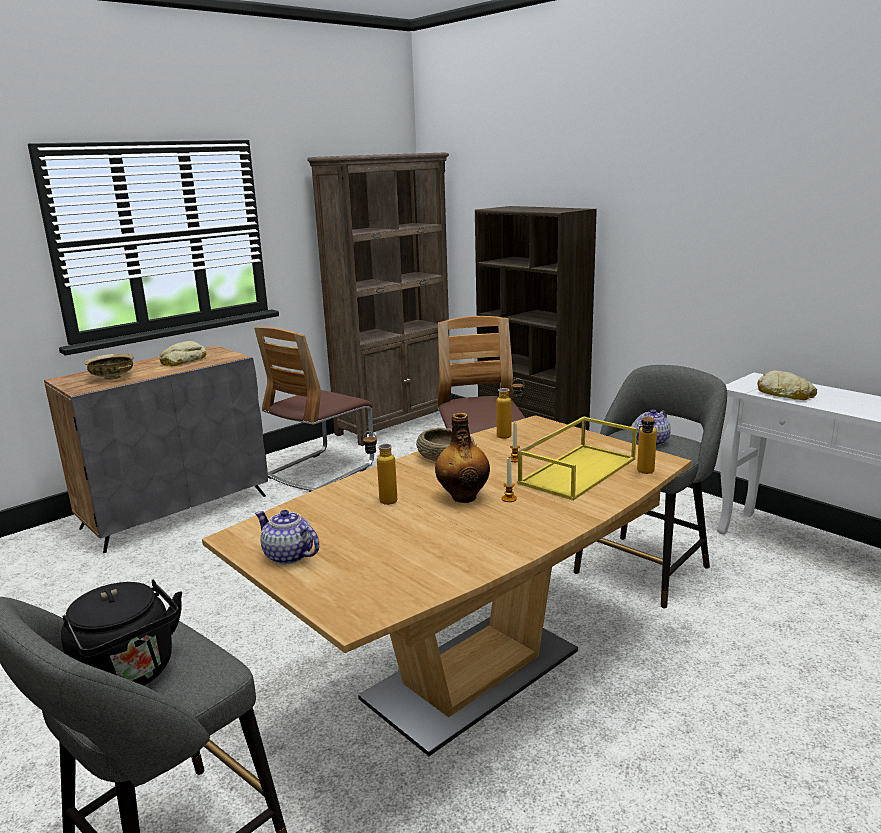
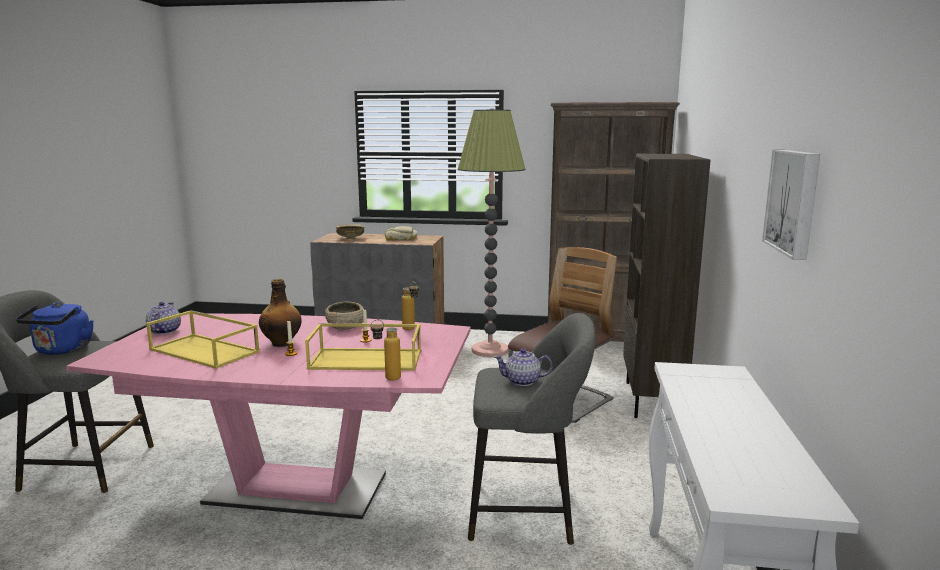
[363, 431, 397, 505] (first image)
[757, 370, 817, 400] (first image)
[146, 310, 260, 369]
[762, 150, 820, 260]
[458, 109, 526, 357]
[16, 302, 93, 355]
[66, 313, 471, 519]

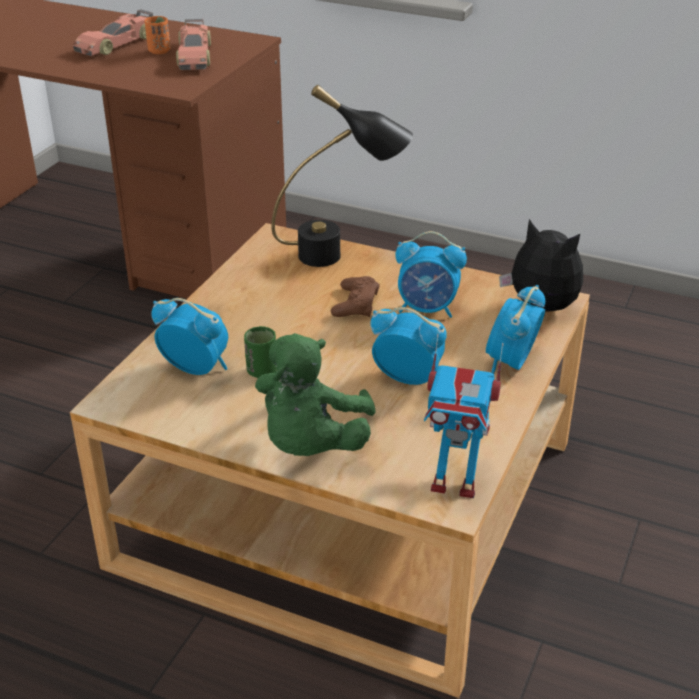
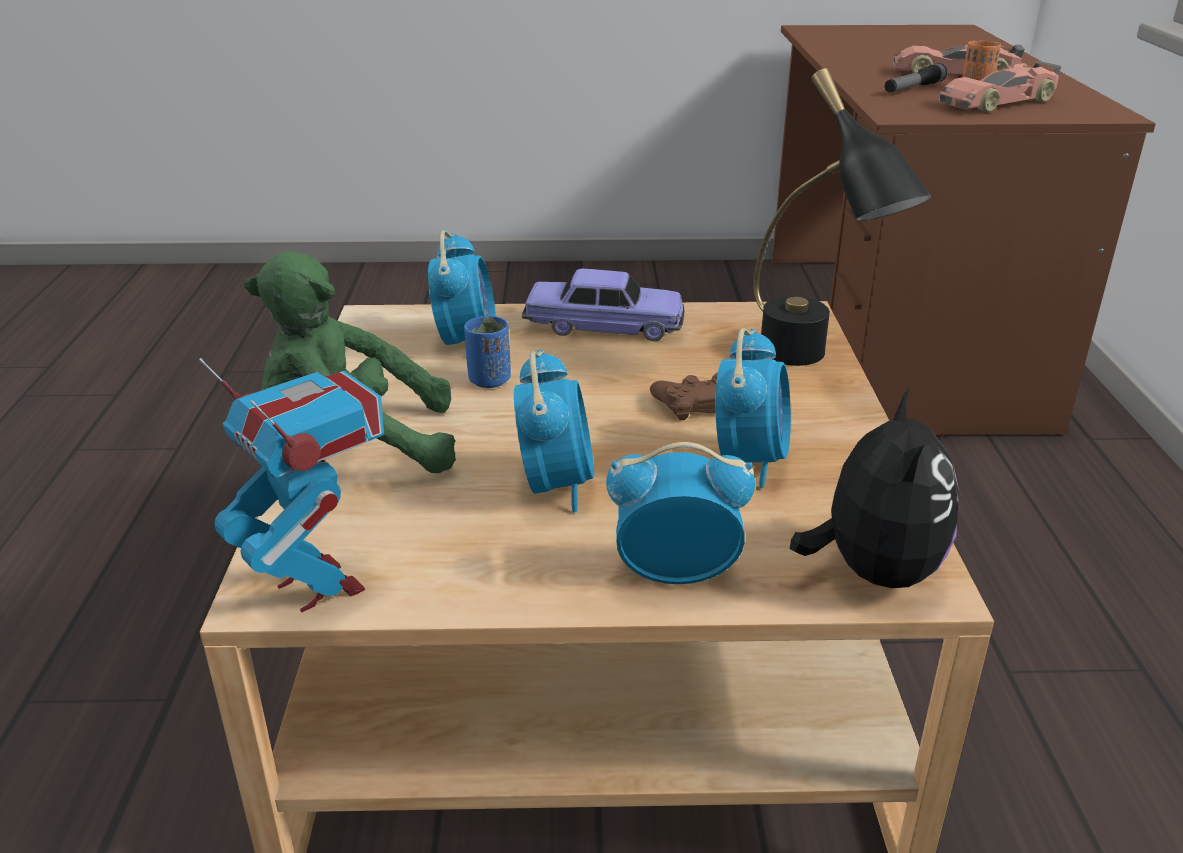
[522, 269, 684, 341]
[885, 63, 947, 92]
[464, 316, 511, 388]
[715, 328, 791, 488]
[199, 358, 384, 612]

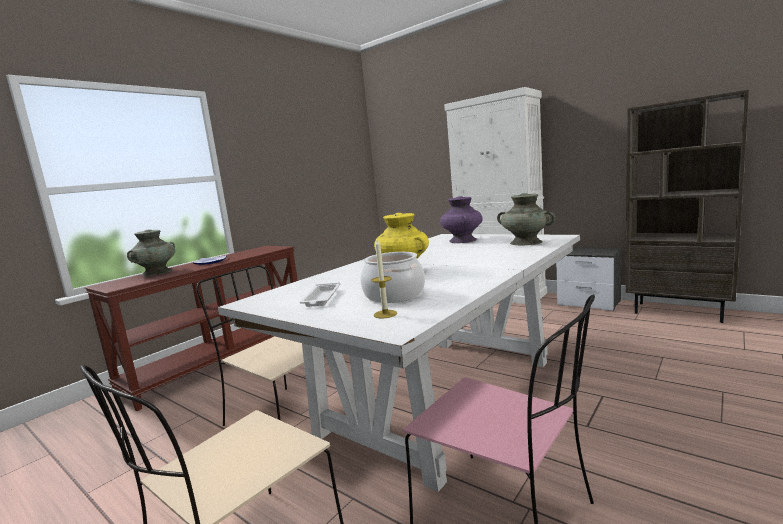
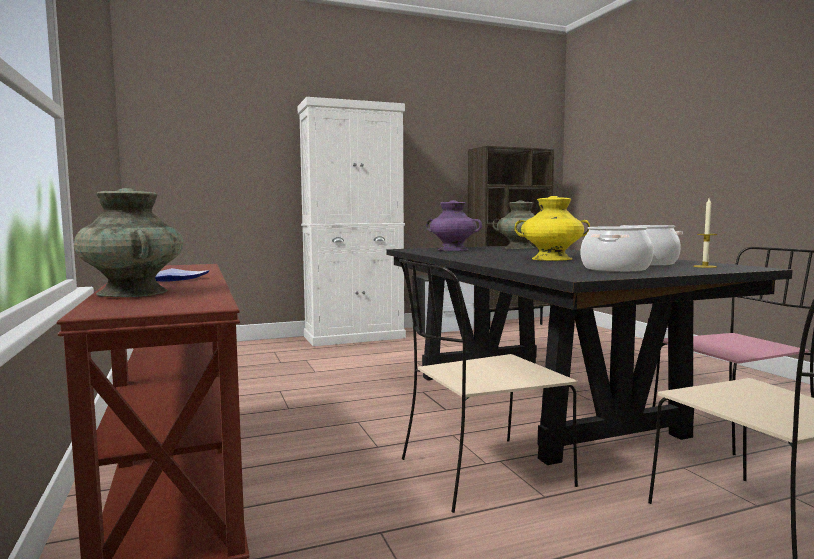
[581, 226, 653, 272]
[386, 246, 793, 465]

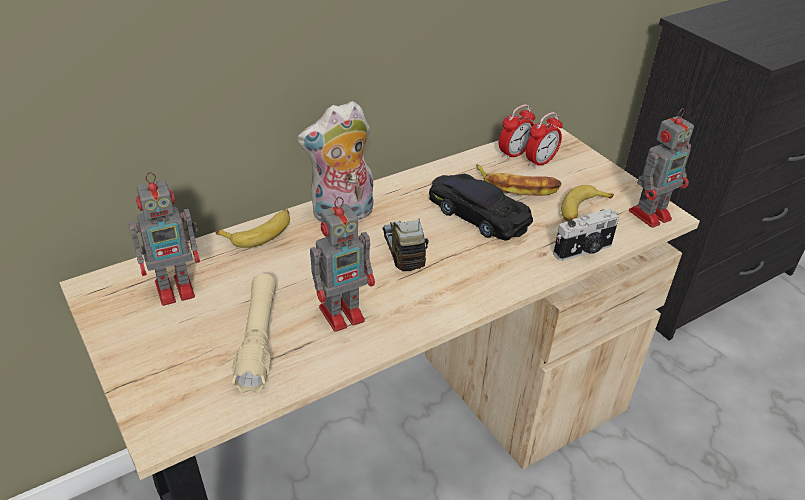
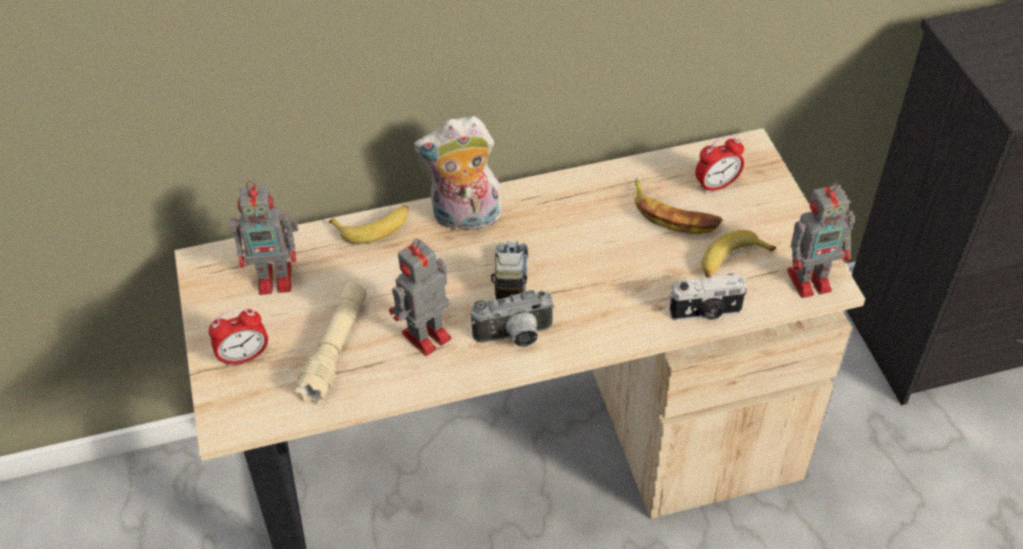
[429, 174, 533, 241] (first image)
[471, 290, 555, 347]
[208, 308, 268, 367]
[389, 239, 451, 356]

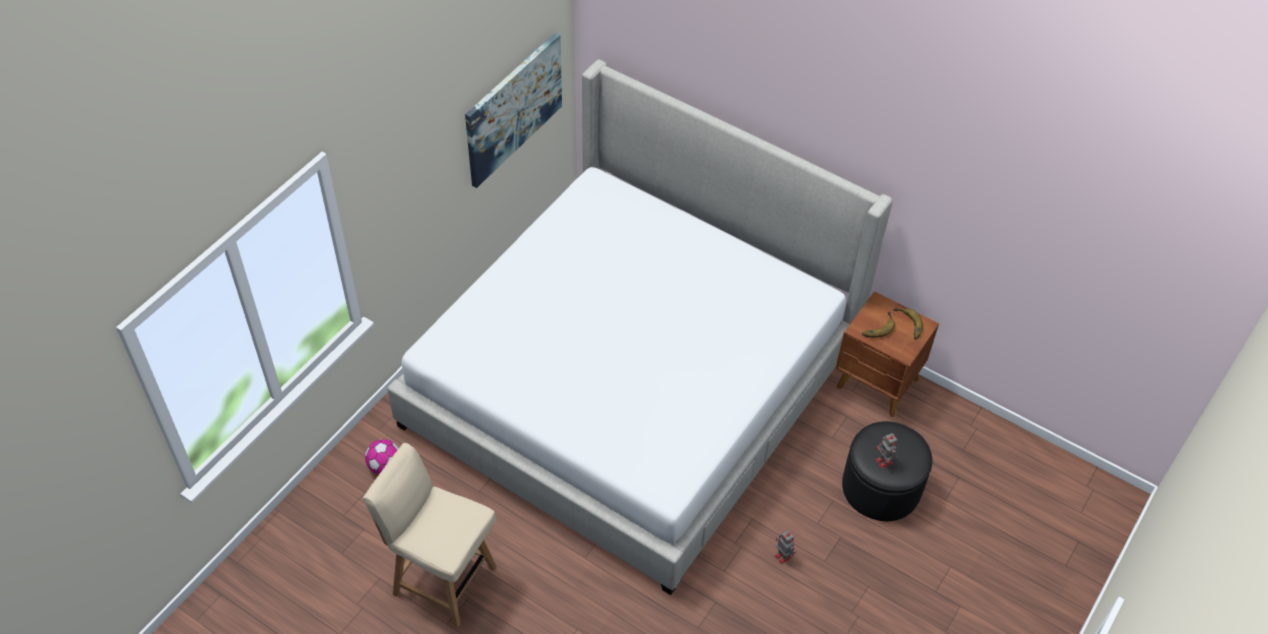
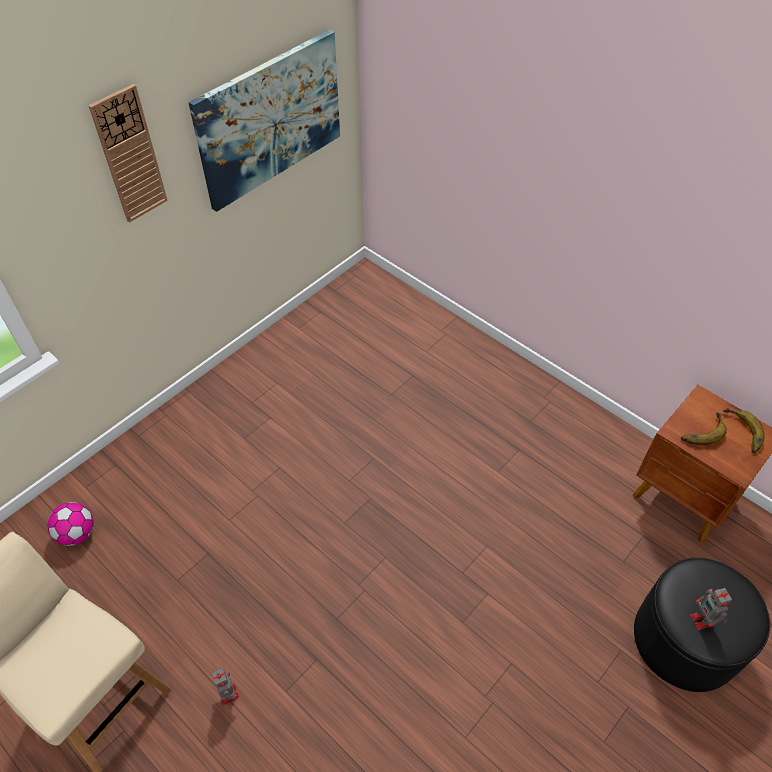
[387, 59, 893, 595] (first image)
[88, 84, 168, 223]
[212, 668, 240, 706]

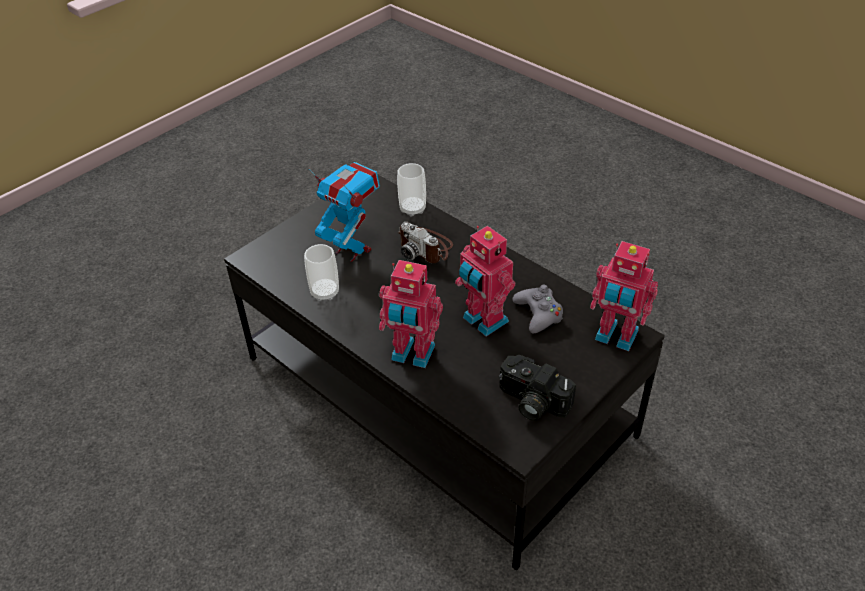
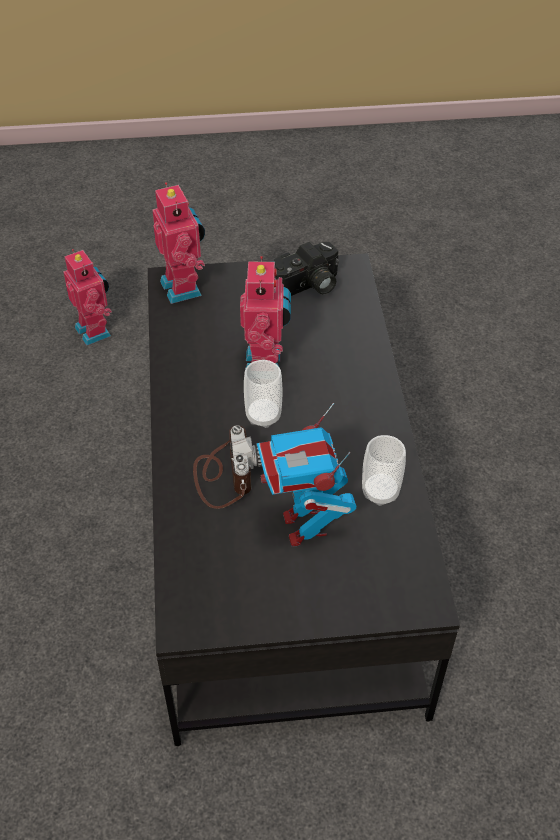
[512, 284, 563, 334] (first image)
[63, 249, 112, 346]
[244, 360, 282, 428]
[274, 242, 339, 296]

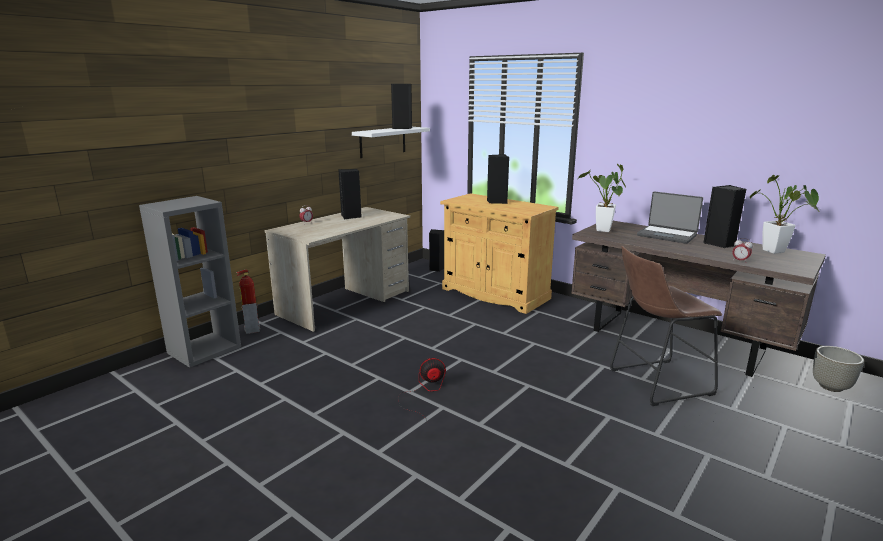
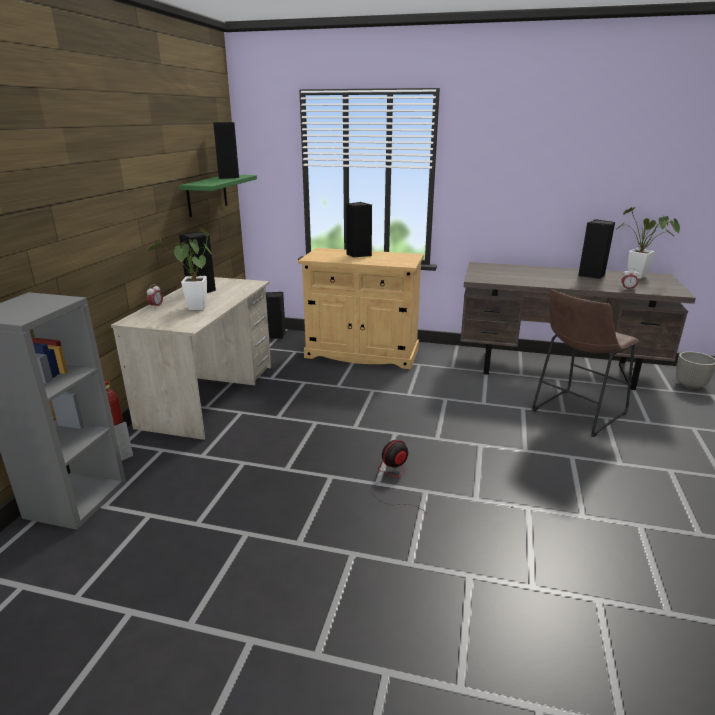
[637, 191, 703, 244] (first image)
[148, 227, 212, 310]
[179, 175, 257, 217]

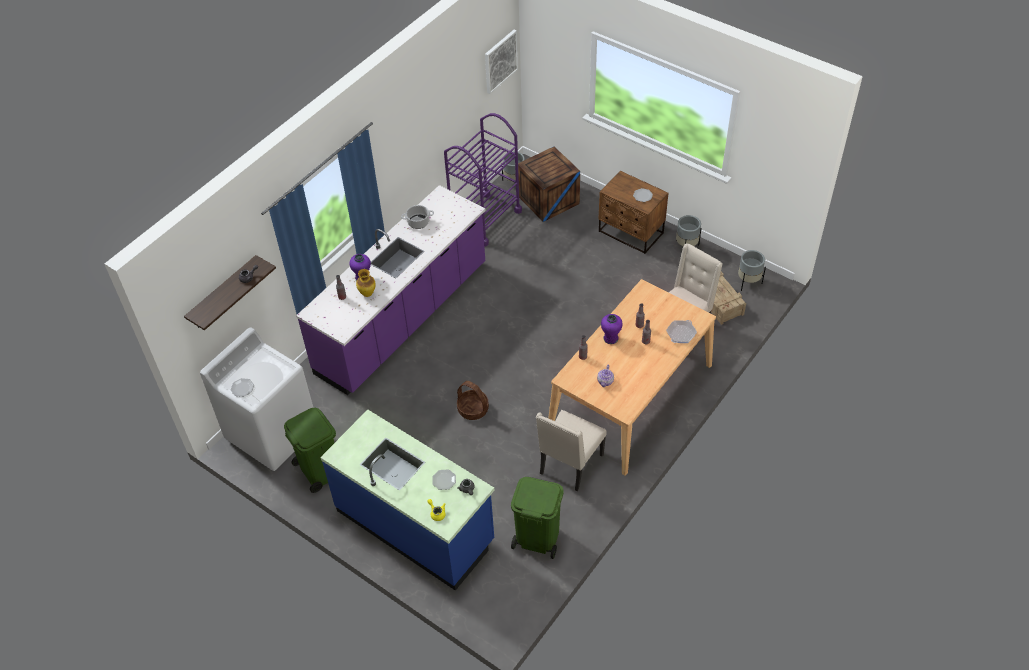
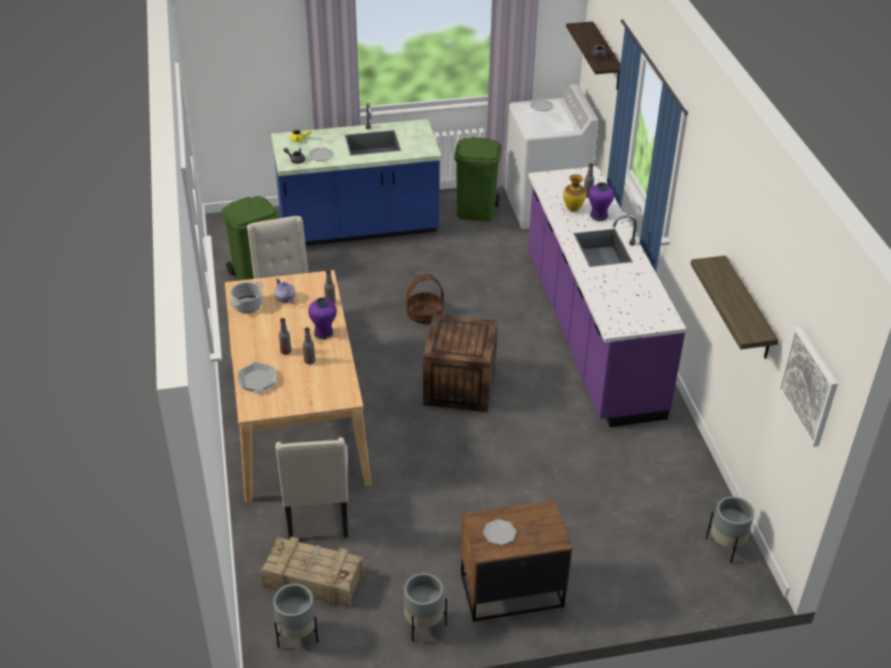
[444, 113, 522, 247] (first image)
[691, 256, 779, 359]
[230, 282, 263, 313]
[423, 314, 498, 412]

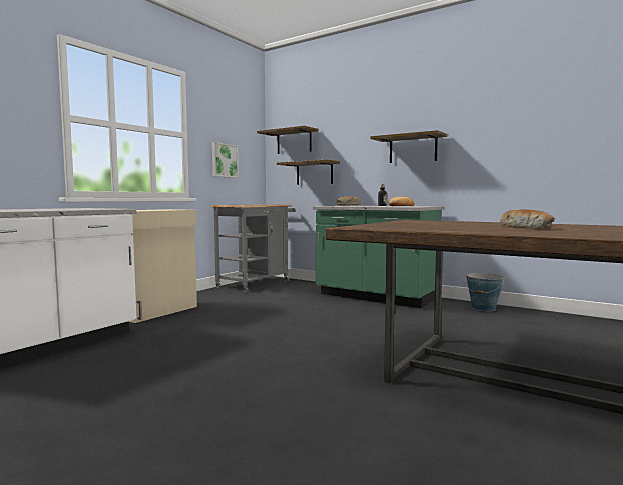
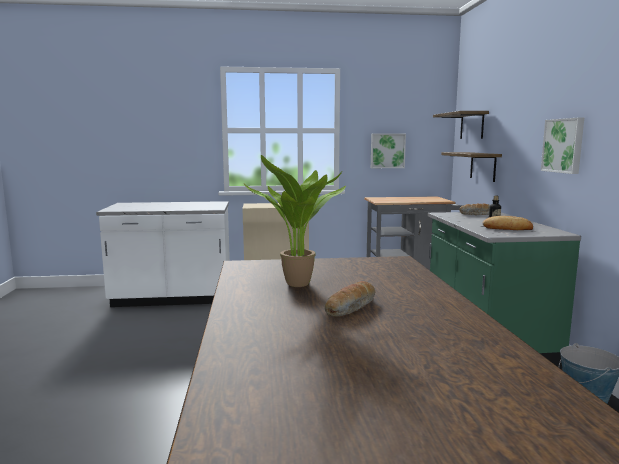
[244, 155, 346, 287]
[541, 118, 584, 174]

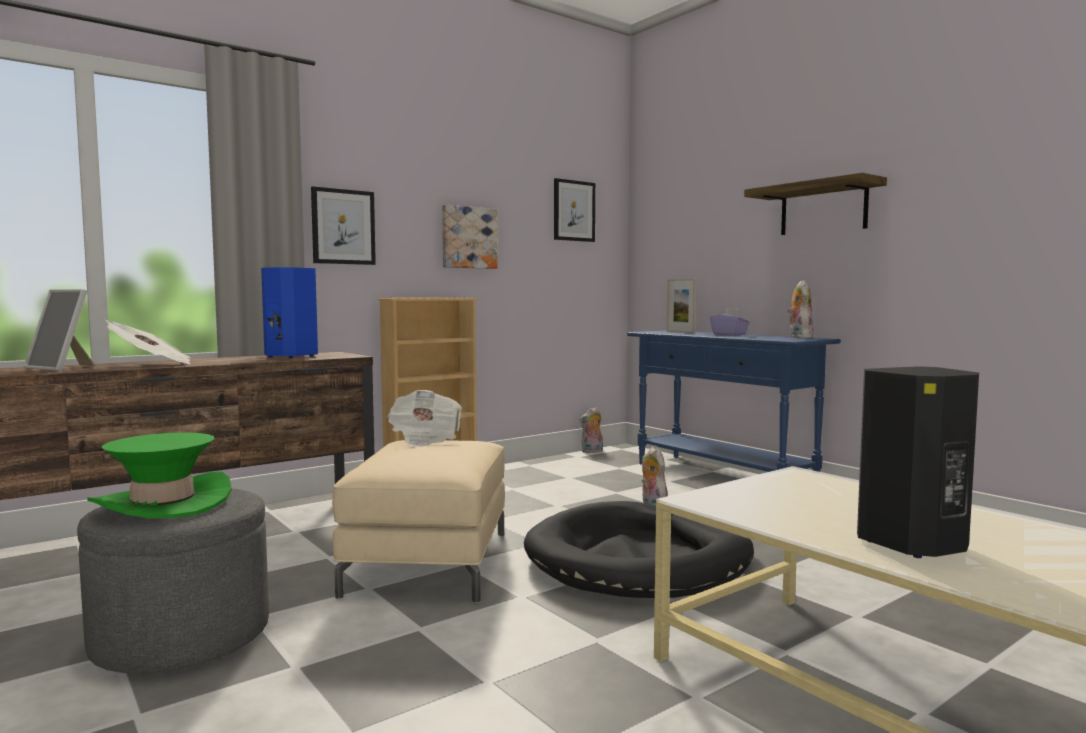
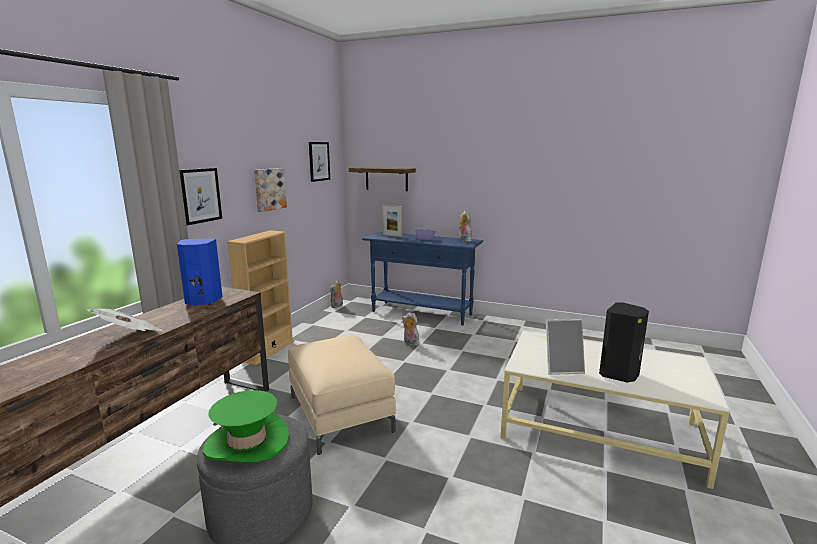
[387, 390, 462, 447] (first image)
[524, 501, 754, 598] (first image)
[546, 319, 585, 375]
[349, 167, 416, 191]

